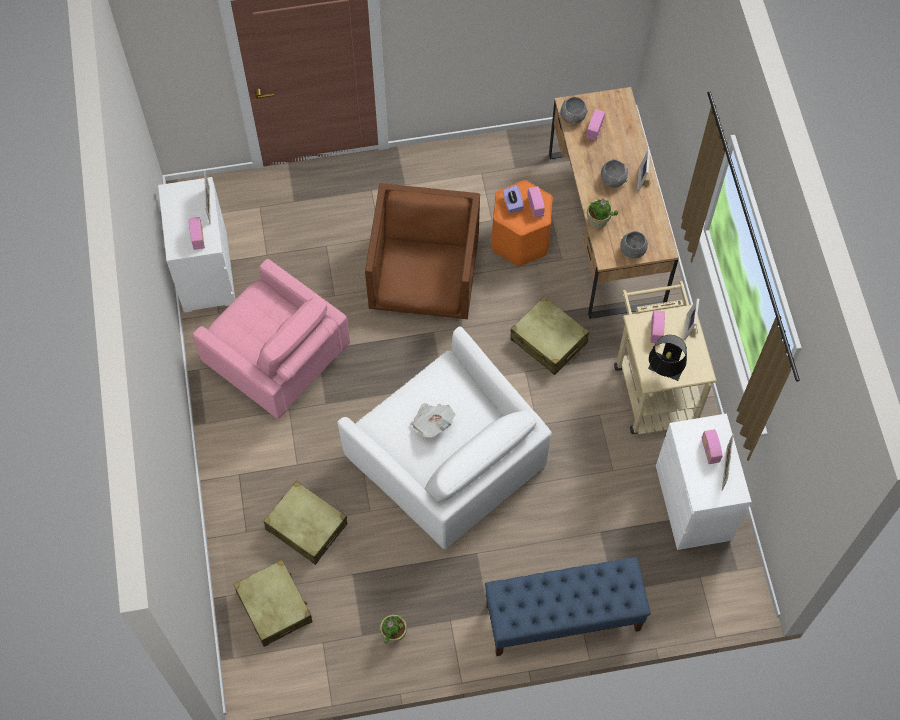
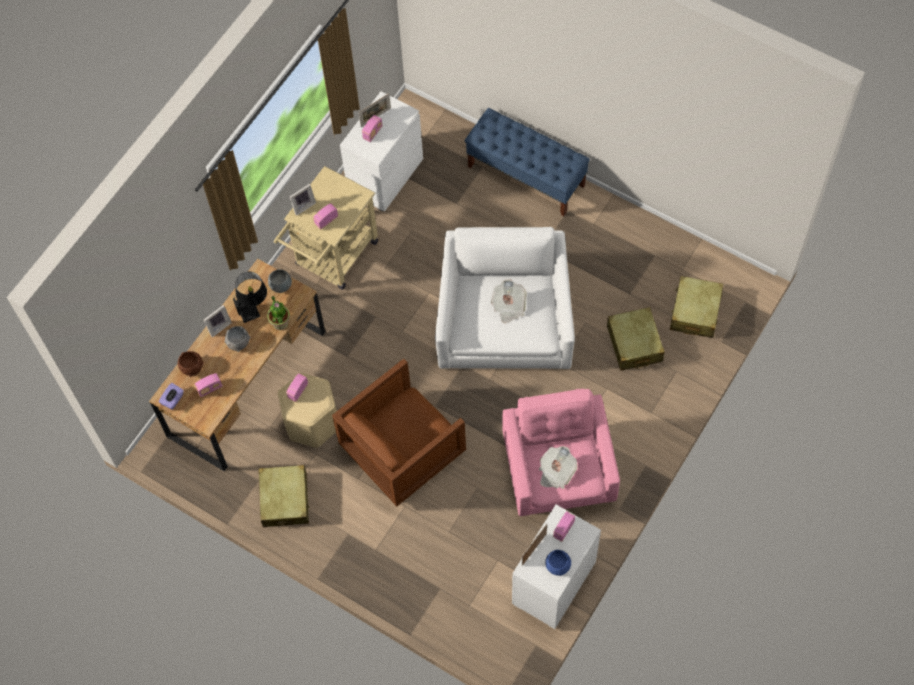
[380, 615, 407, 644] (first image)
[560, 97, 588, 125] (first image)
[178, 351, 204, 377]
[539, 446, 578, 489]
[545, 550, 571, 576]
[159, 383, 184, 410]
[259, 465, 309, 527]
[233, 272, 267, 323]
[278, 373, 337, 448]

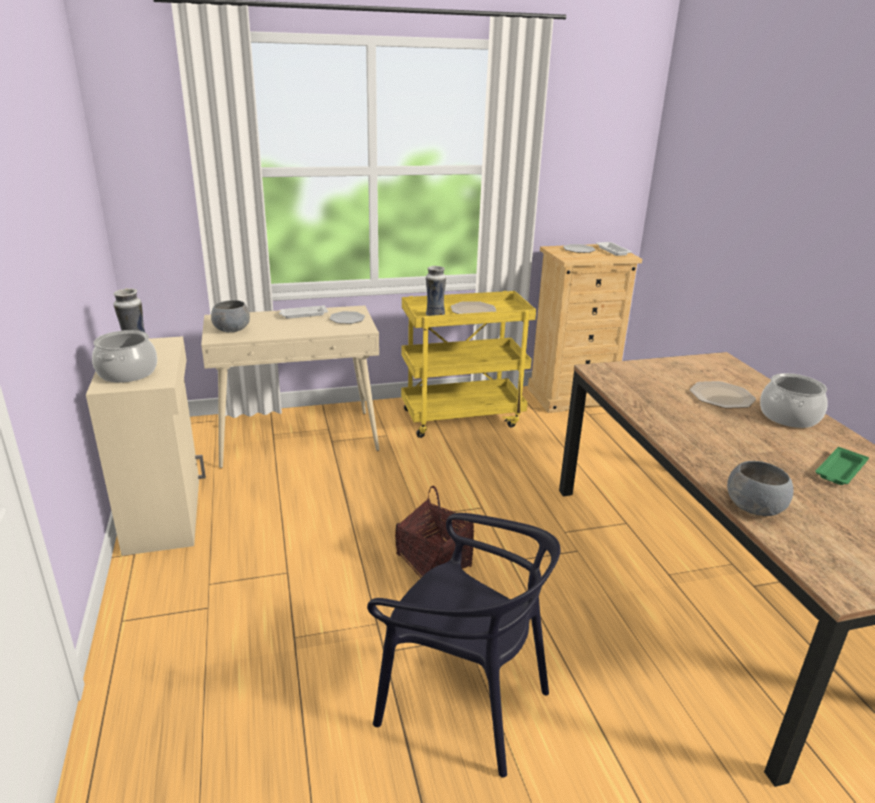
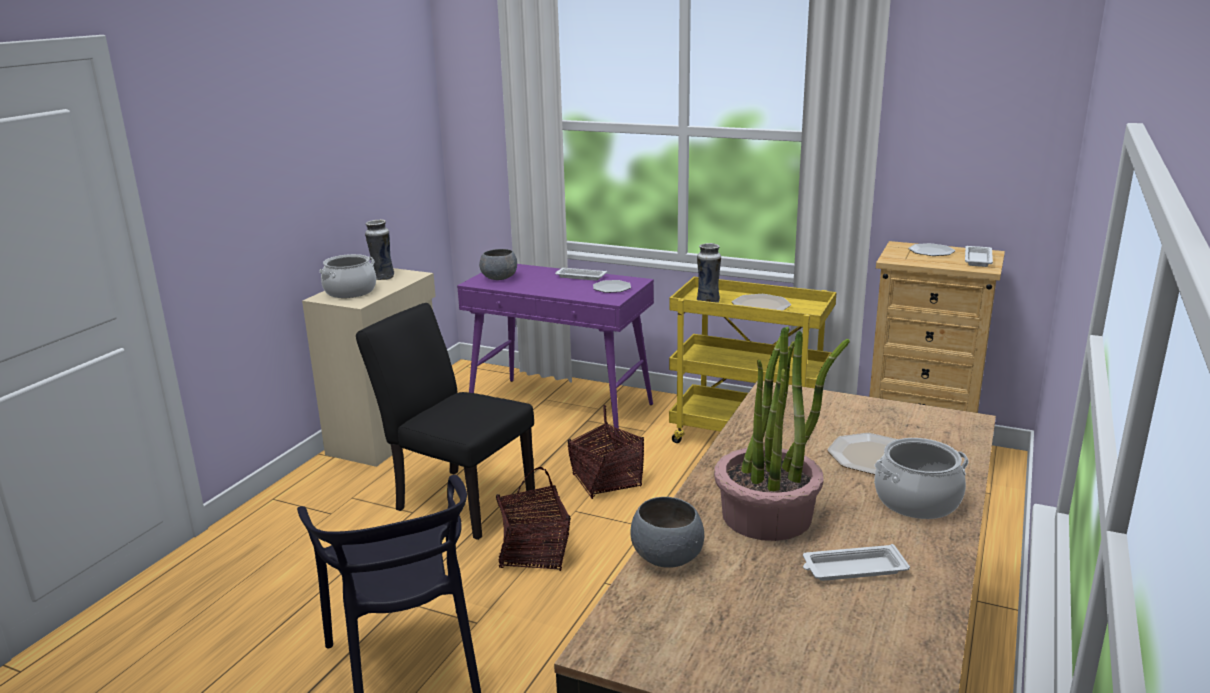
[356, 303, 535, 540]
[568, 405, 644, 499]
[714, 327, 850, 541]
[457, 264, 654, 440]
[803, 544, 910, 581]

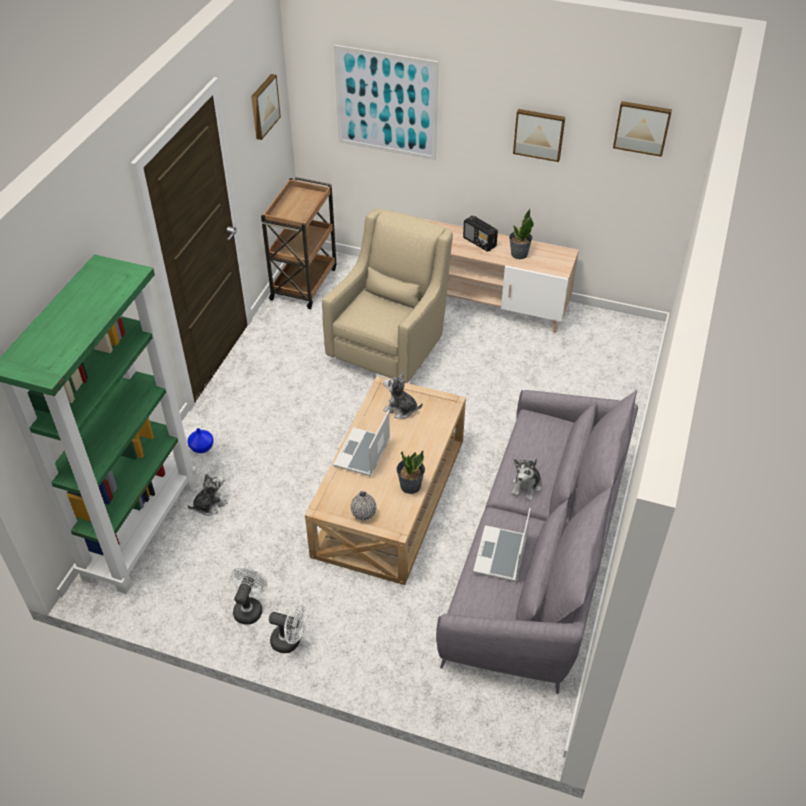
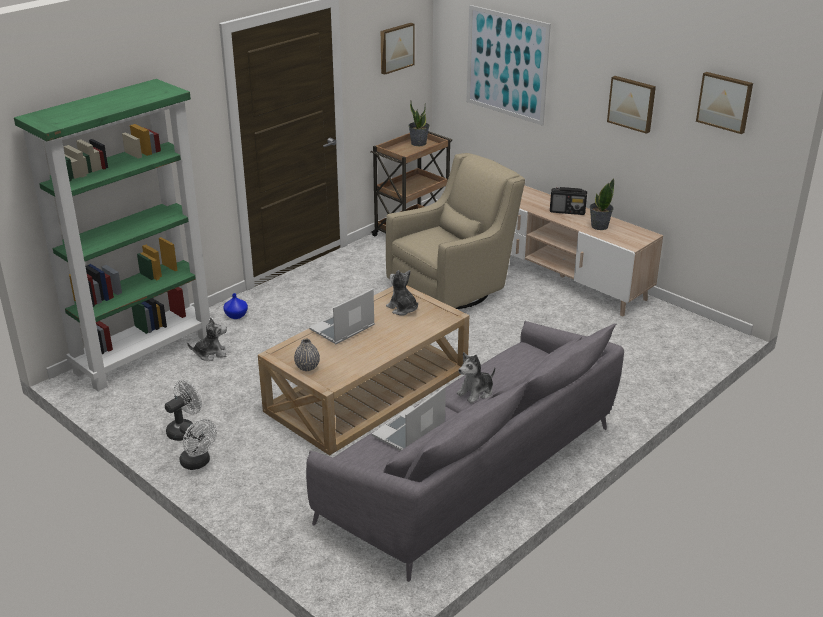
[409, 100, 429, 146]
[550, 187, 587, 215]

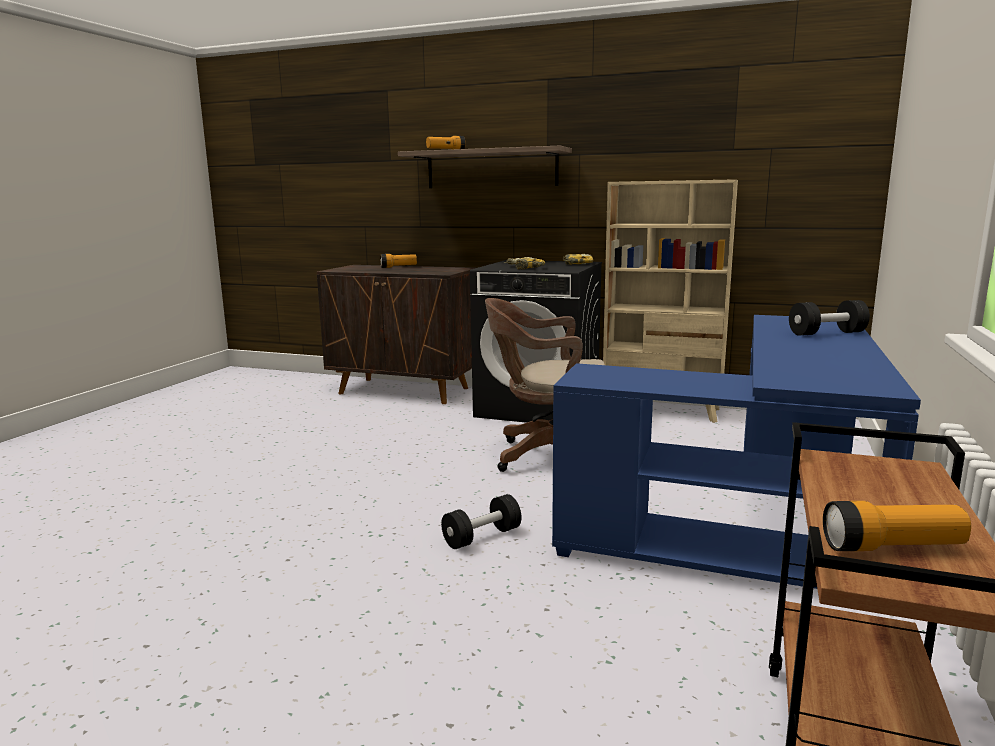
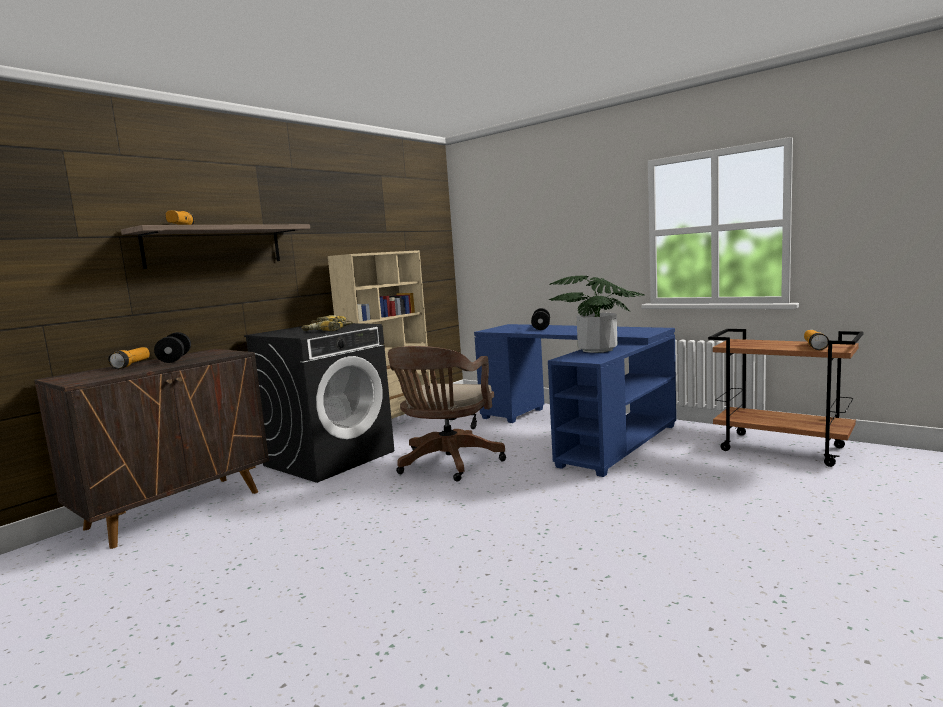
[549, 276, 645, 353]
[154, 332, 191, 363]

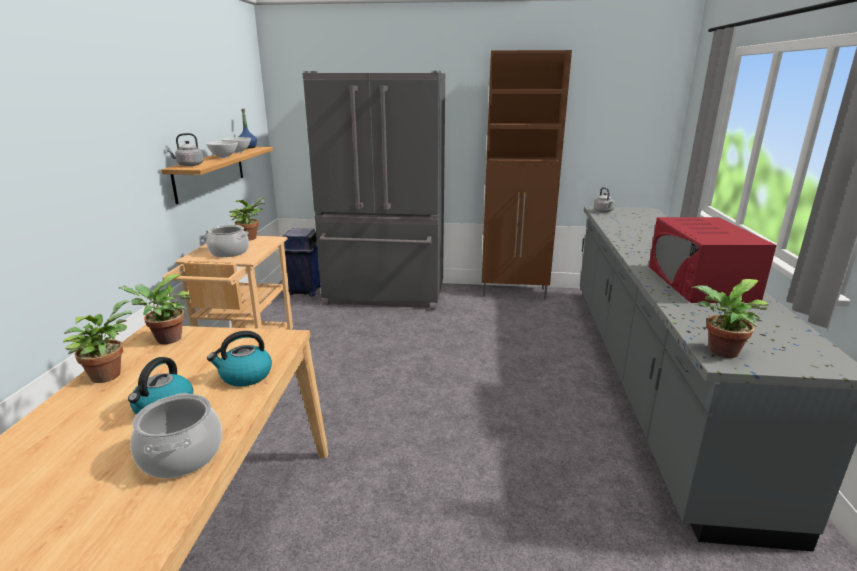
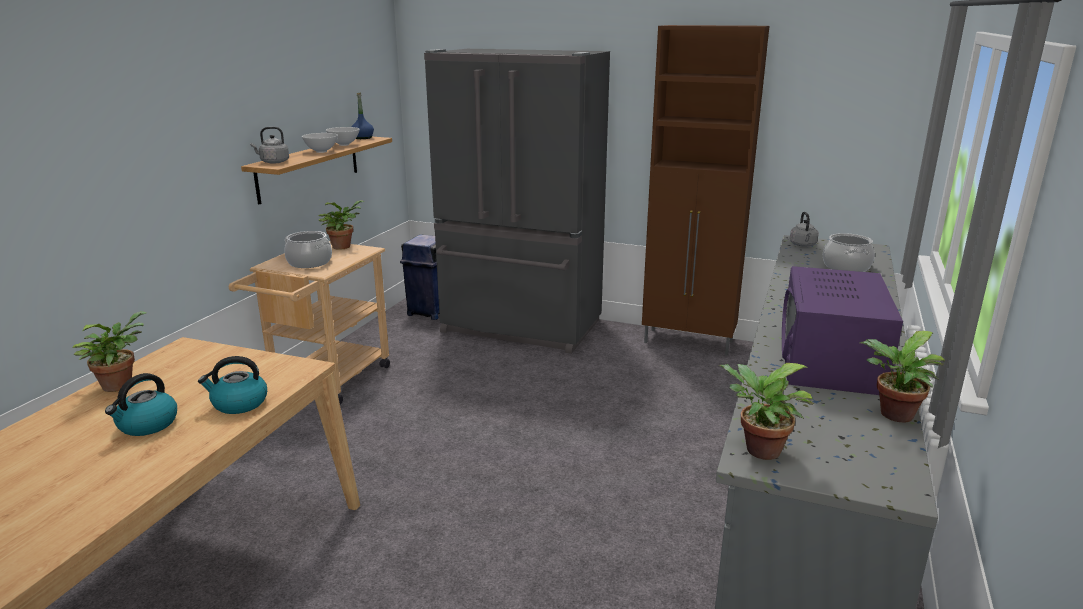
[860, 331, 945, 422]
[823, 233, 875, 272]
[782, 266, 903, 395]

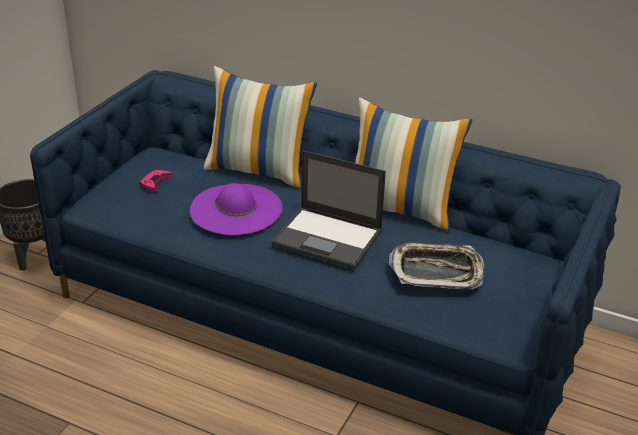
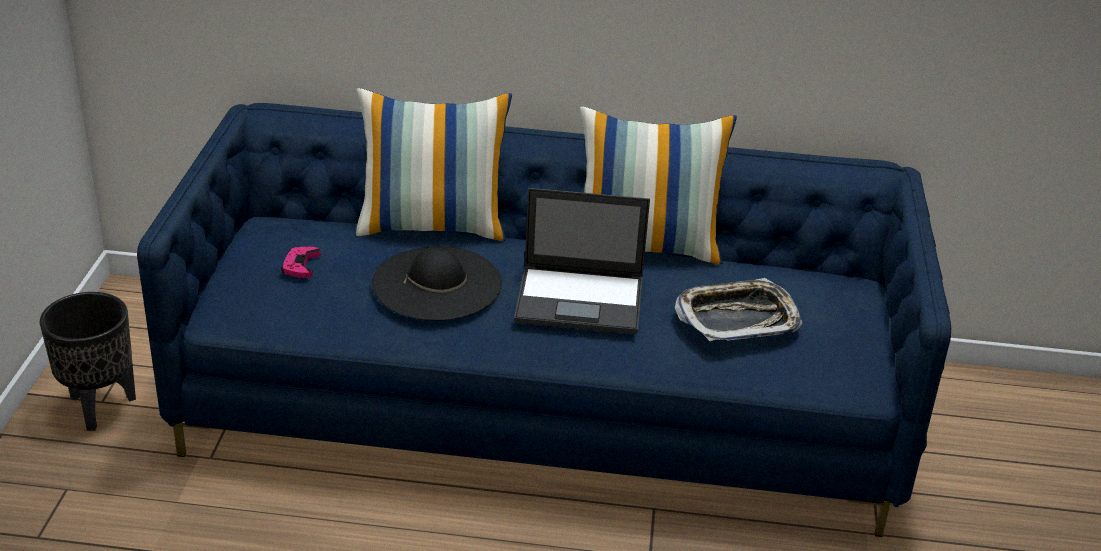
[372, 246, 502, 320]

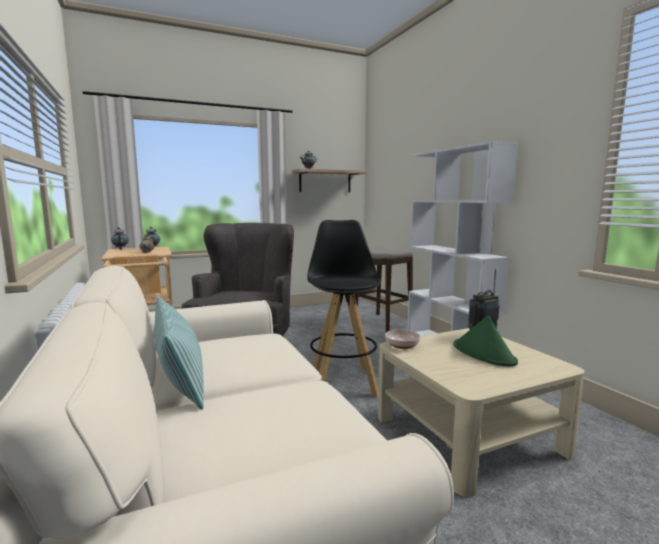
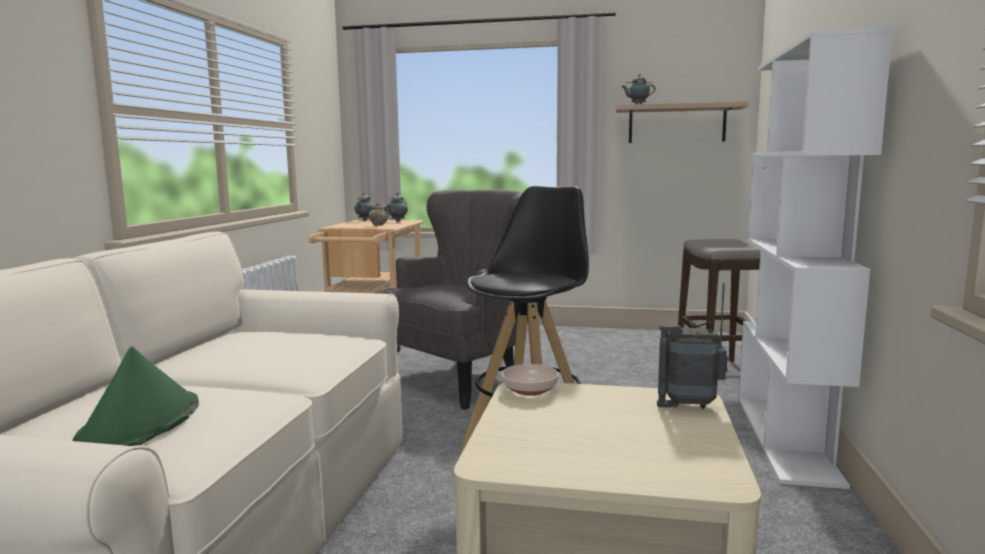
[155, 295, 204, 410] (first image)
[72, 346, 199, 446]

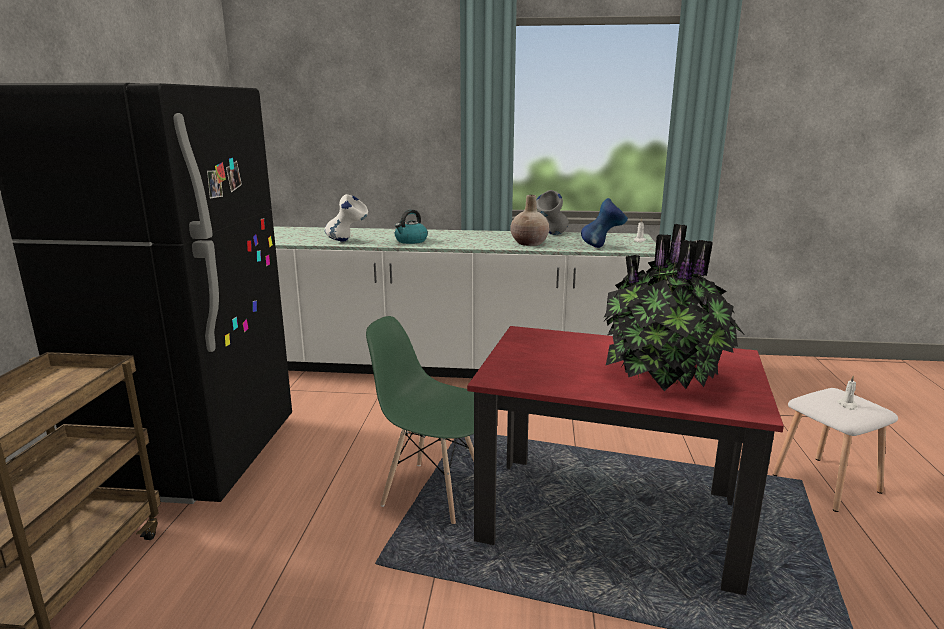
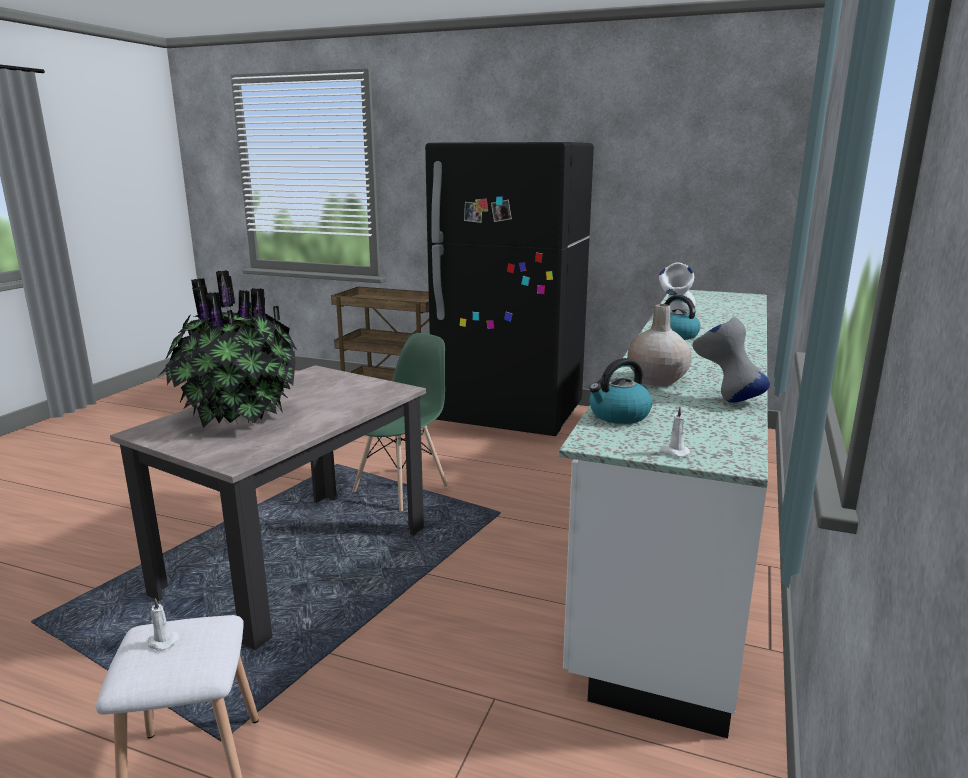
[589, 358, 652, 424]
[110, 365, 426, 650]

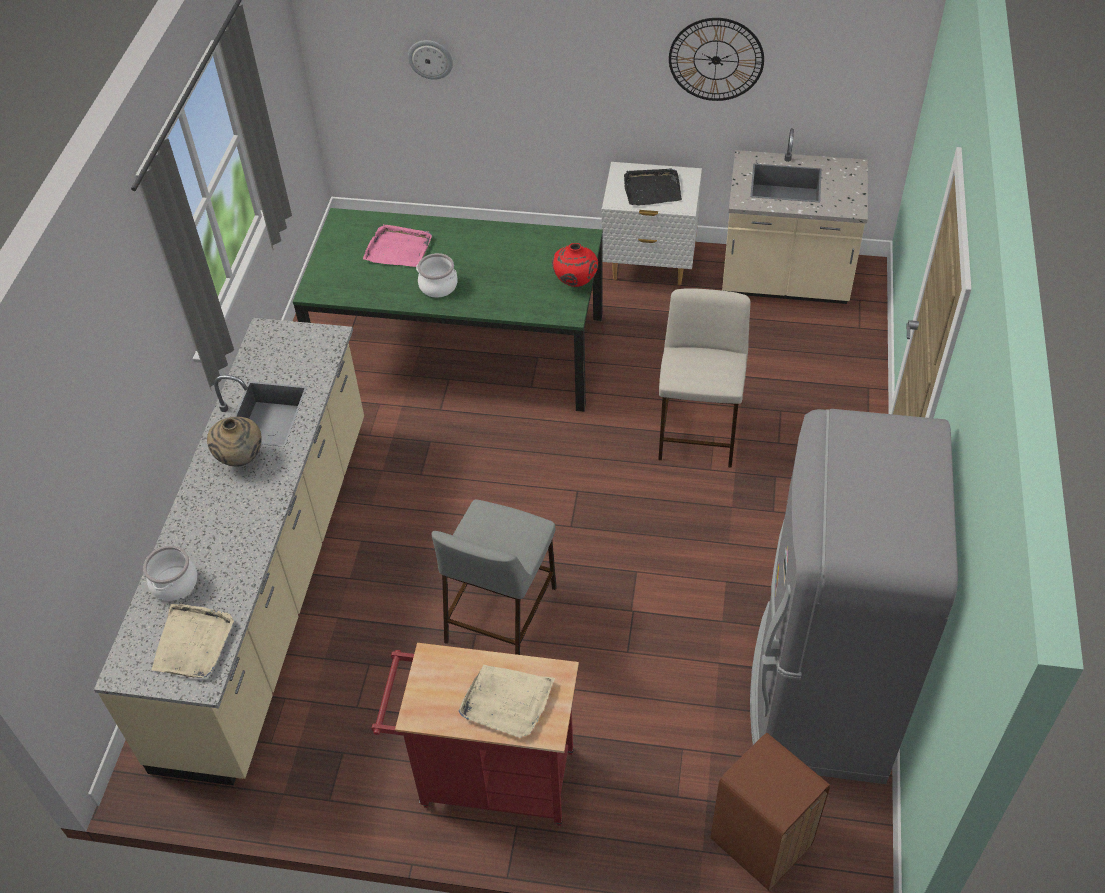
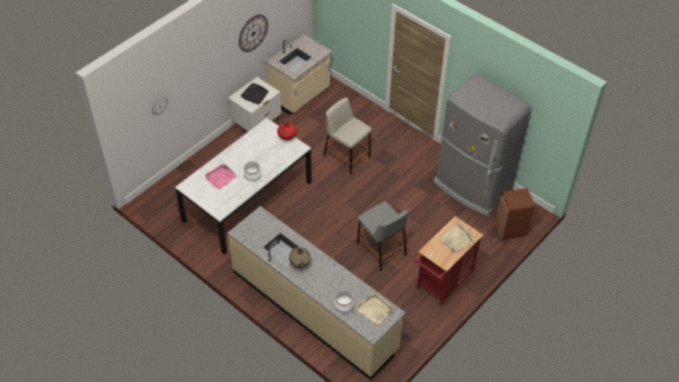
[175, 118, 312, 255]

